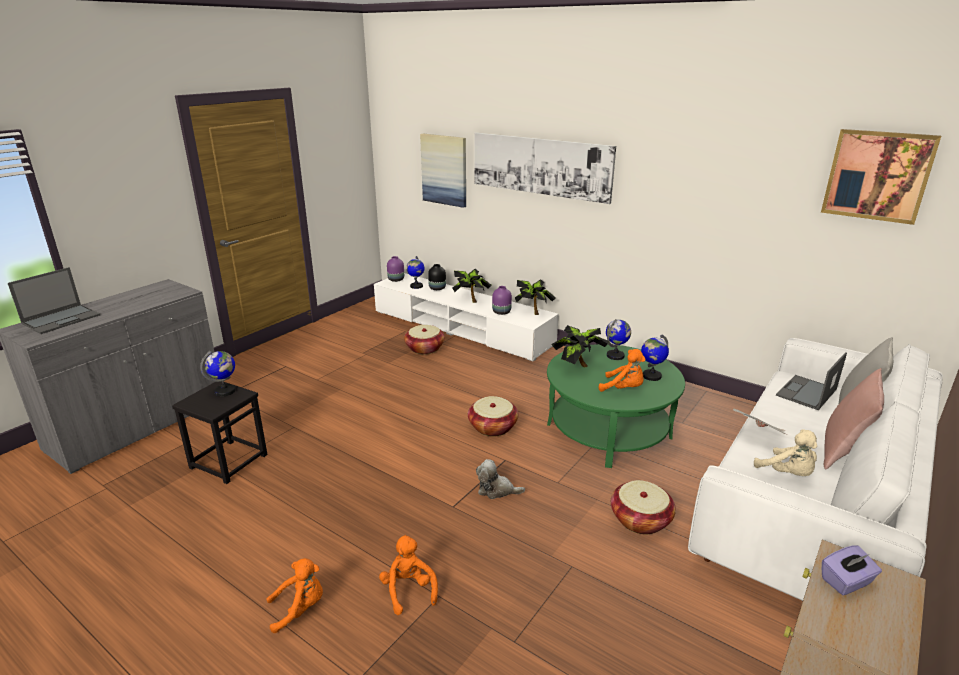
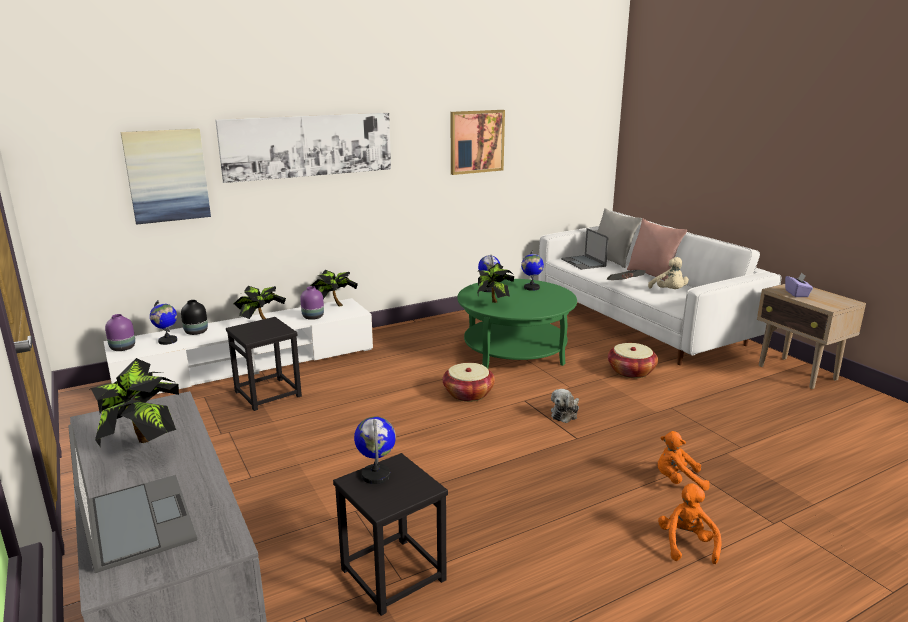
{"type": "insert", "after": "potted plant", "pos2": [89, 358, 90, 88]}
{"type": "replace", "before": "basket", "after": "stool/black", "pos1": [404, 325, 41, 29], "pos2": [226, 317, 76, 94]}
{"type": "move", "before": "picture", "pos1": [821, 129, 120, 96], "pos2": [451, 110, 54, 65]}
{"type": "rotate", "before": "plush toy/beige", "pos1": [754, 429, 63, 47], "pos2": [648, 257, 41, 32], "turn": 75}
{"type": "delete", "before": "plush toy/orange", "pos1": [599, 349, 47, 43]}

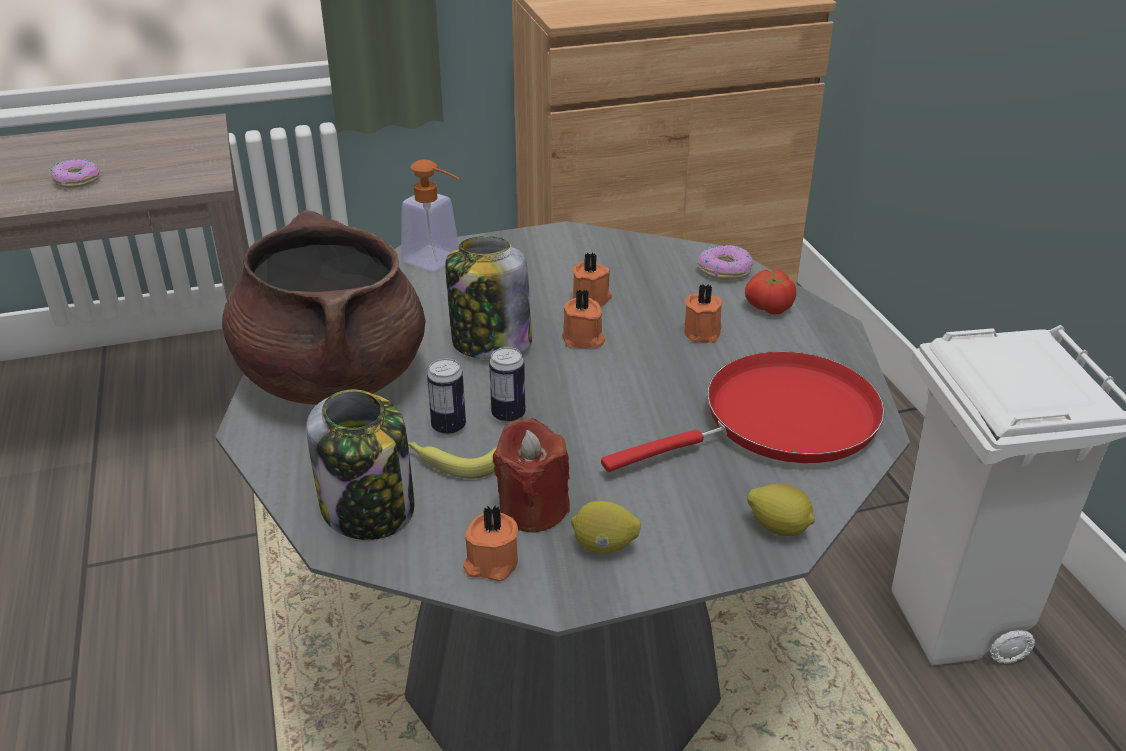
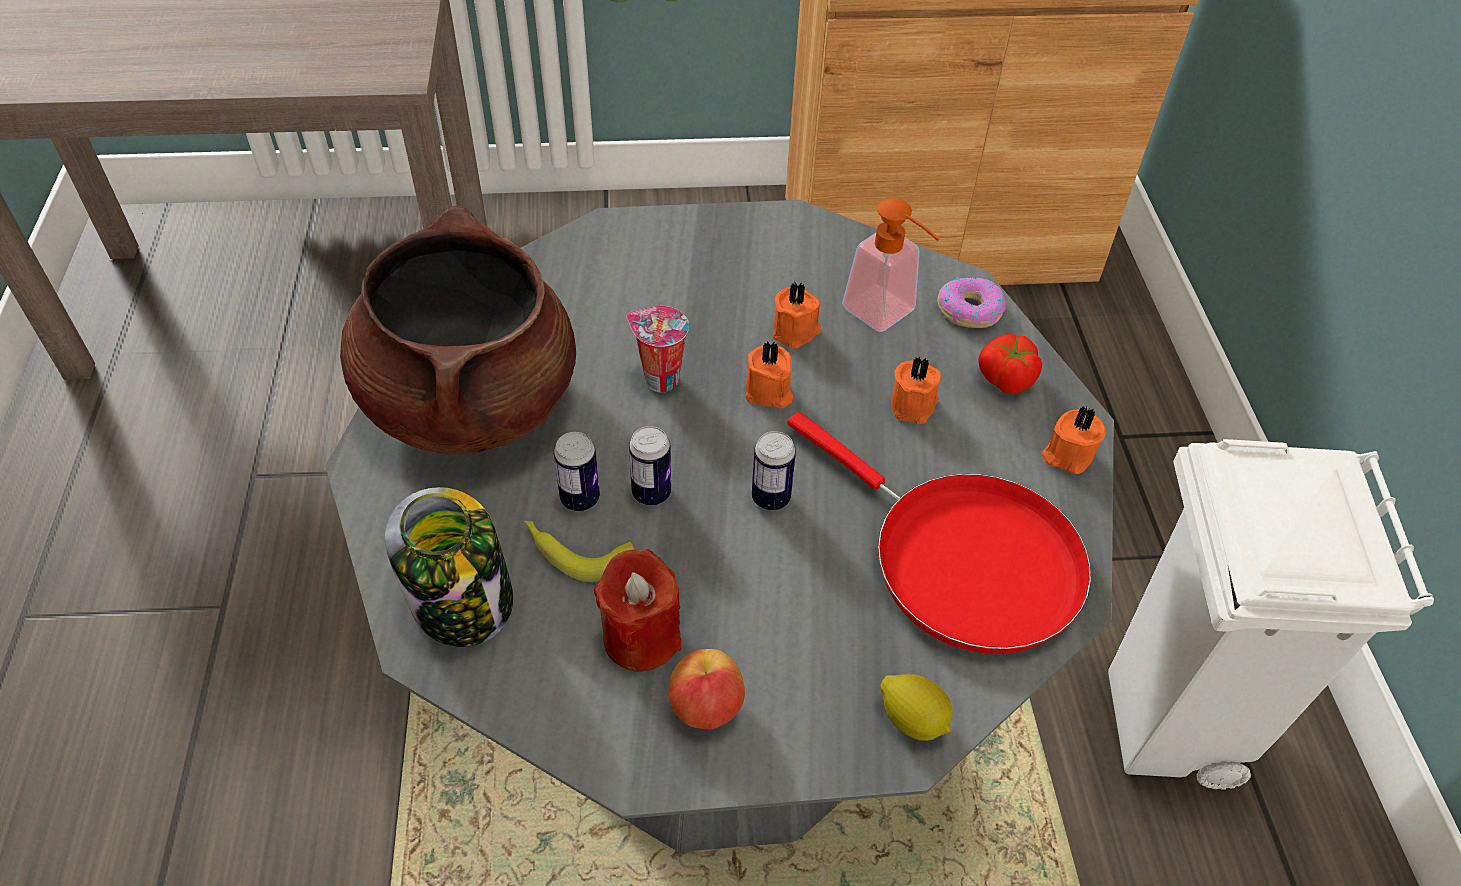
{"type": "replace", "before": "jar", "after": "cup", "pos1": [445, 236, 87, 123], "pos2": [626, 306, 63, 86]}
{"type": "replace", "before": "lemon", "after": "apple", "pos1": [571, 501, 70, 53], "pos2": [668, 649, 77, 80]}
{"type": "insert", "after": "can", "pos2": [752, 431, 44, 79]}
{"type": "rotate", "before": "frying pan/red", "pos1": [601, 351, 284, 121], "pos2": [788, 412, 303, 242], "turn": 60}
{"type": "move", "before": "soap dispenser", "pos1": [401, 159, 59, 112], "pos2": [842, 198, 98, 134]}
{"type": "move", "before": "candle/orange", "pos1": [463, 505, 55, 76], "pos2": [1041, 406, 65, 68]}
{"type": "delete", "before": "donut", "pos1": [51, 159, 49, 29]}

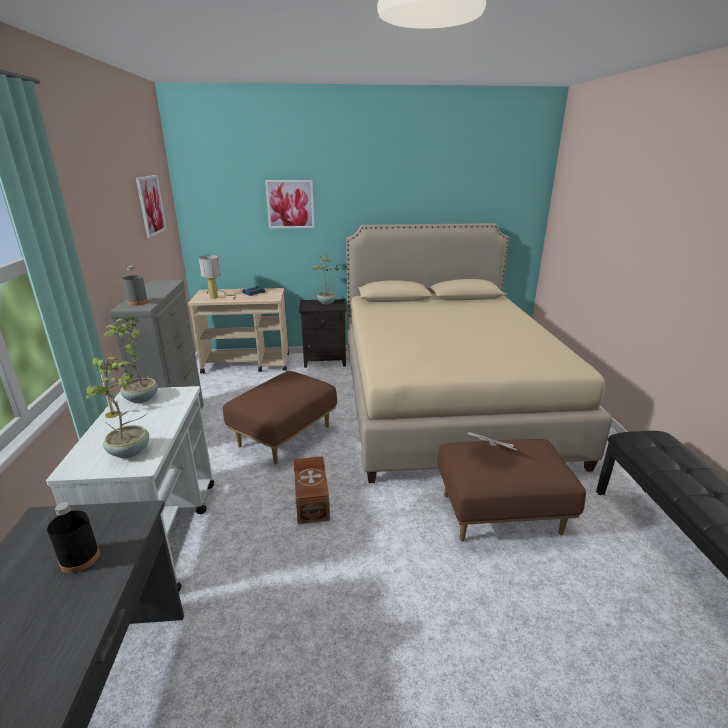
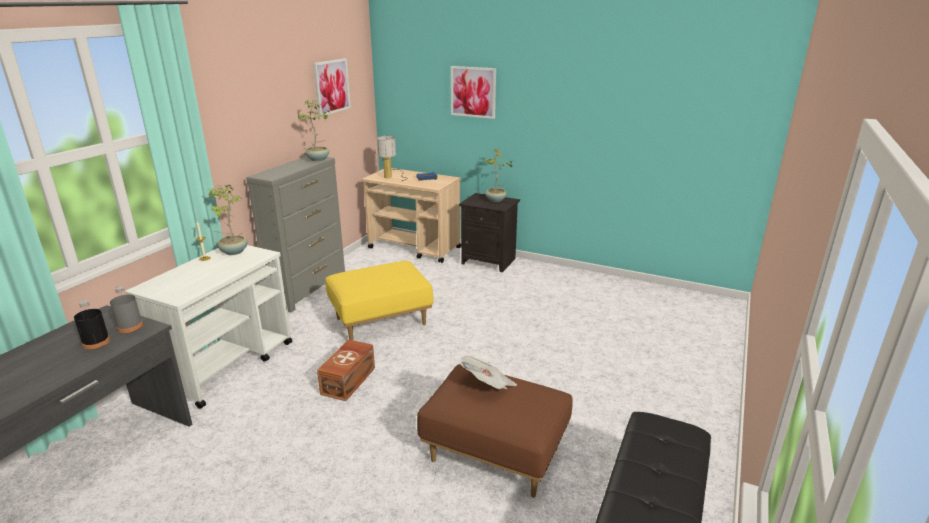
{"type": "move", "before": "bottle/grey", "pos1": [122, 266, 26, 40], "pos2": [110, 286, 33, 47]}
{"type": "move", "before": "potted plant", "pos1": [84, 356, 65, 102], "pos2": [298, 100, 32, 61]}
{"type": "recolor", "before": "ottoman/brown", "after": "ottoman/yellow", "pos1": [223, 371, 114, 94], "pos2": [325, 261, 109, 79]}
{"type": "delete", "before": "bed/beige", "pos1": [346, 223, 266, 260]}

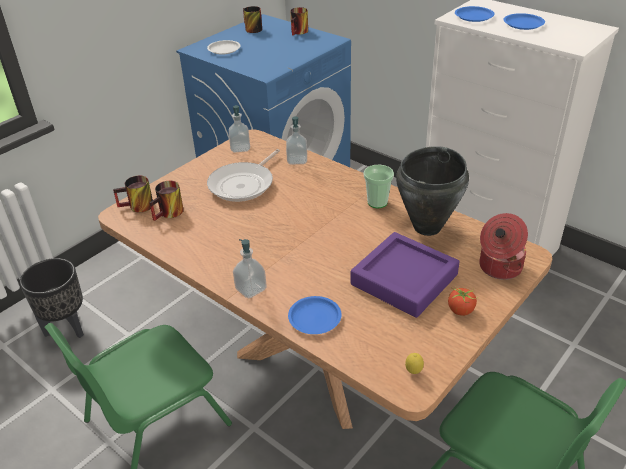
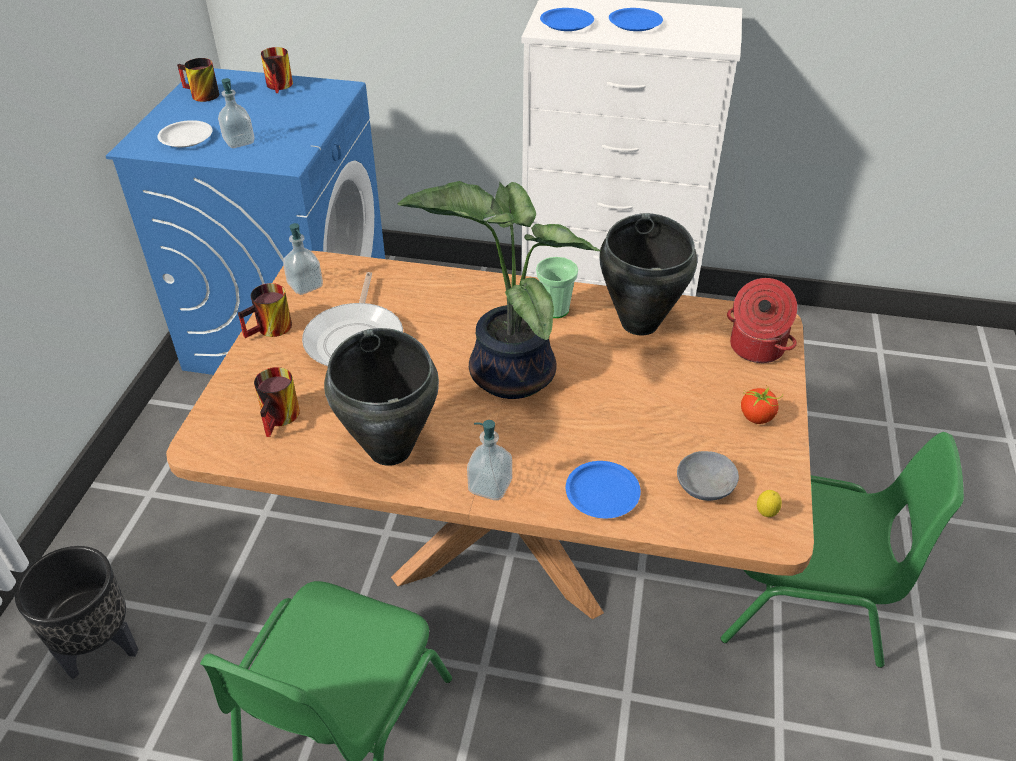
{"type": "move", "before": "soap dispenser", "pos1": [286, 116, 21, 49], "pos2": [218, 78, 36, 70]}
{"type": "move", "before": "mug", "pos1": [113, 176, 40, 36], "pos2": [238, 283, 54, 55]}
{"type": "insert", "after": "cooking pot/black", "pos2": [324, 328, 115, 138]}
{"type": "insert", "after": "potted plant", "pos2": [397, 181, 204, 218]}
{"type": "insert", "after": "bowl/grey", "pos2": [677, 451, 62, 50]}
{"type": "delete", "before": "tray/purple", "pos1": [351, 232, 109, 86]}

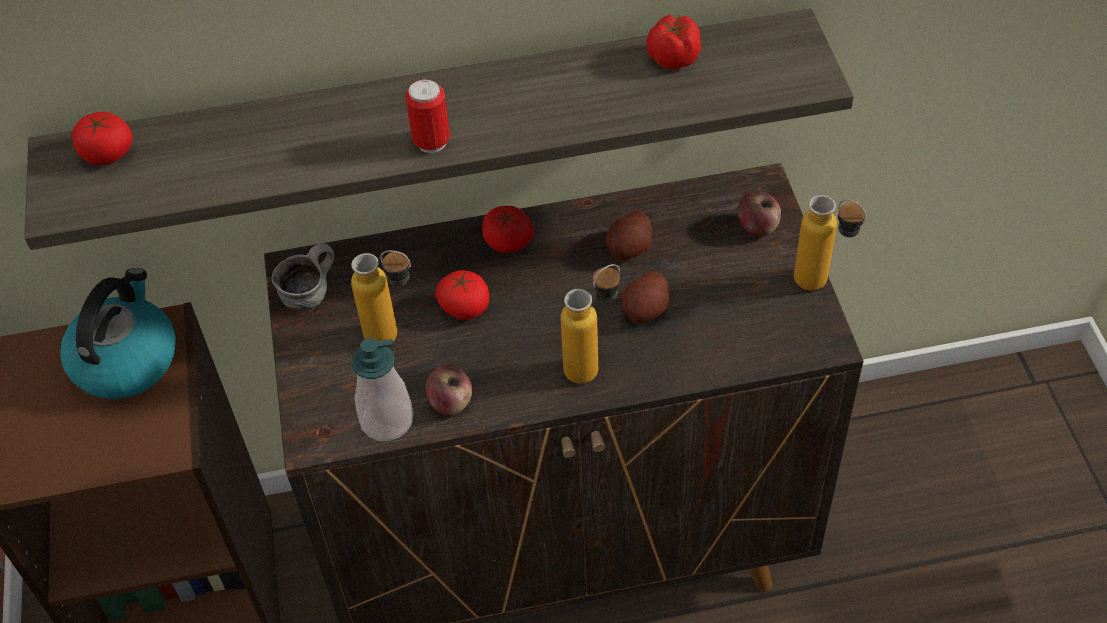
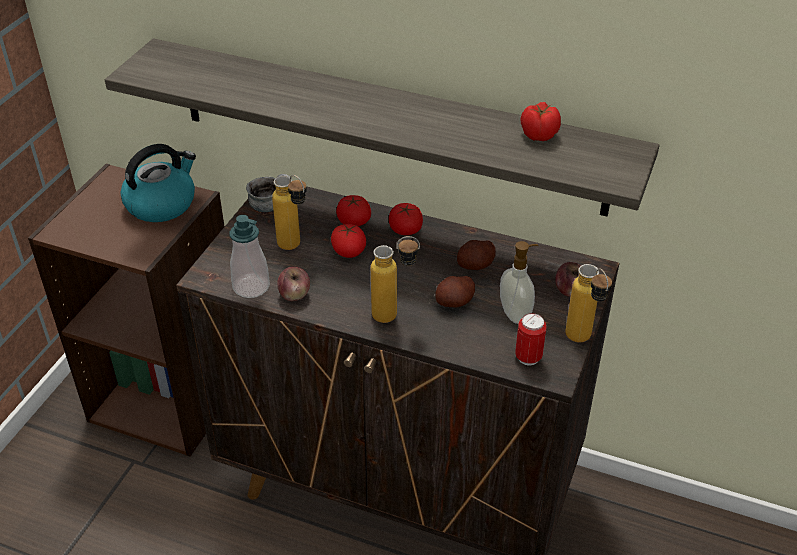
{"type": "move", "before": "tomato", "pos1": [72, 112, 61, 53], "pos2": [336, 195, 35, 31]}
{"type": "insert", "after": "soap dispenser", "pos2": [500, 241, 38, 83]}
{"type": "move", "before": "can", "pos1": [405, 79, 45, 74], "pos2": [515, 313, 32, 52]}

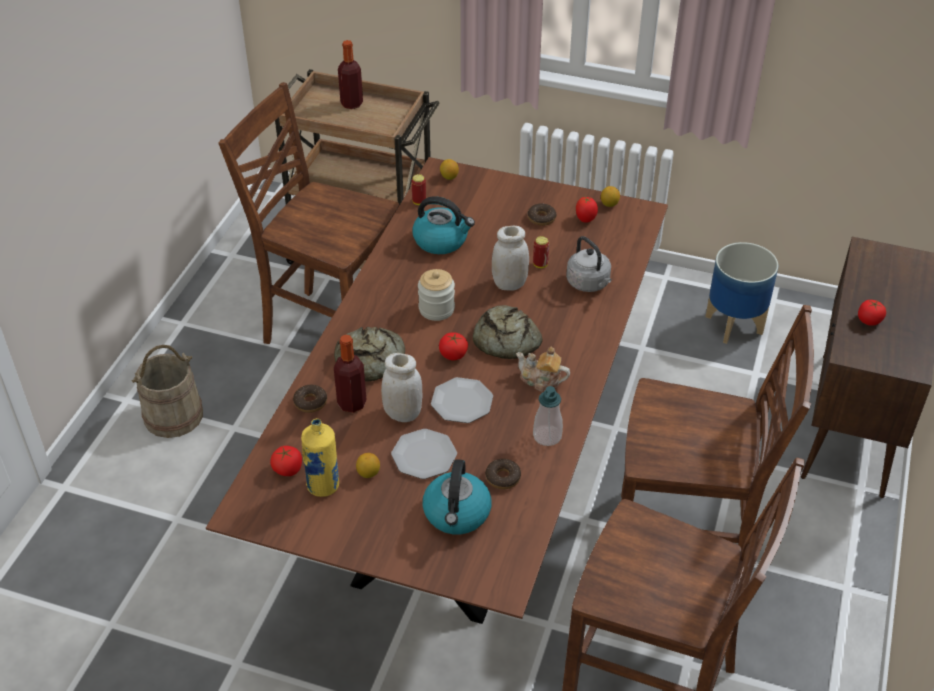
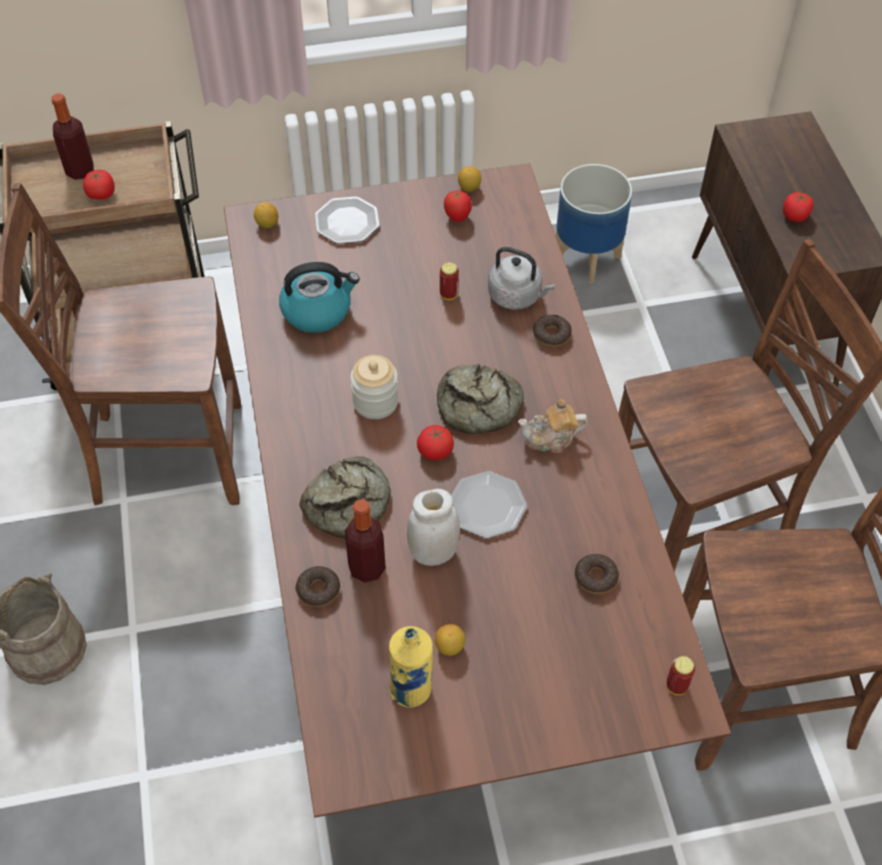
{"type": "move", "before": "tomato", "pos1": [270, 446, 32, 30], "pos2": [83, 170, 32, 30]}
{"type": "move", "before": "plate", "pos1": [391, 429, 66, 50], "pos2": [315, 196, 65, 48]}
{"type": "move", "before": "donut", "pos1": [528, 203, 29, 23], "pos2": [533, 315, 39, 32]}
{"type": "move", "before": "can", "pos1": [411, 174, 15, 31], "pos2": [666, 656, 29, 39]}
{"type": "delete", "before": "kettle", "pos1": [423, 459, 69, 75]}
{"type": "delete", "before": "jar/white", "pos1": [492, 226, 37, 64]}
{"type": "delete", "before": "soap dispenser", "pos1": [533, 386, 30, 60]}

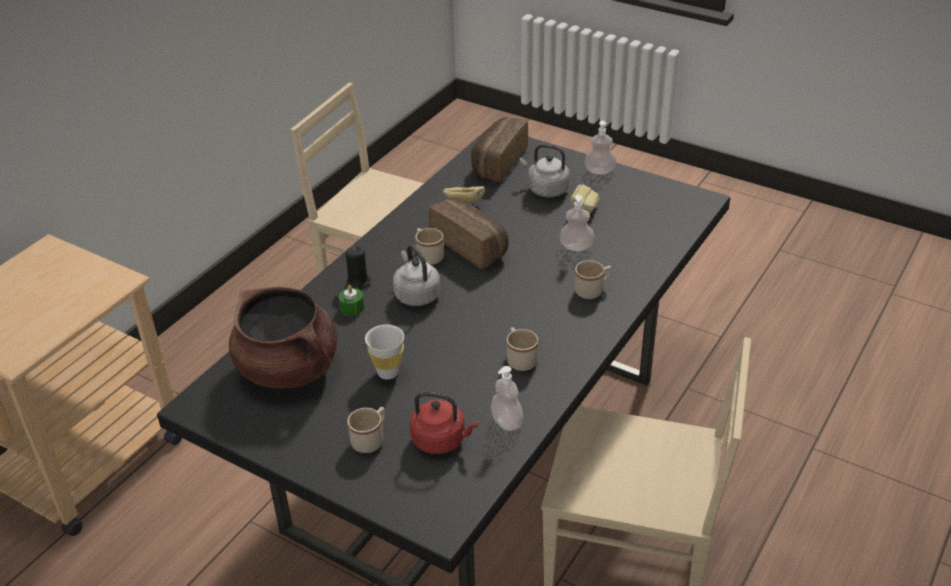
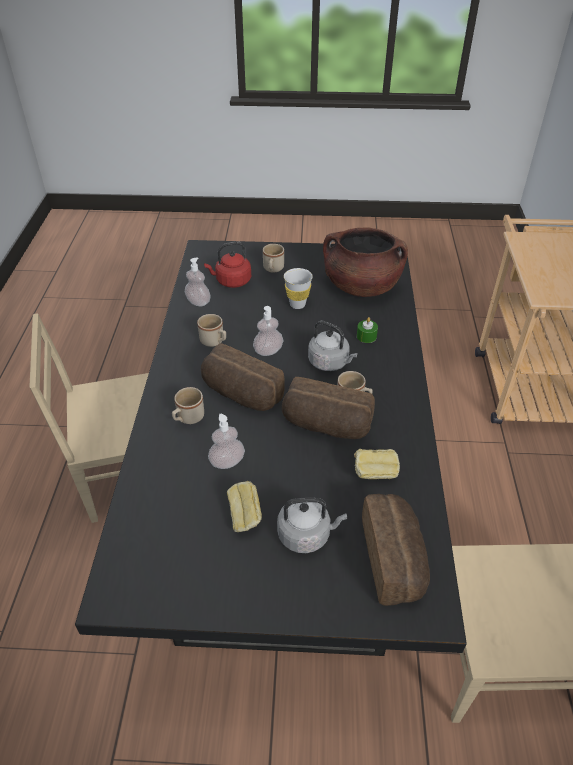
{"type": "insert", "after": "bread", "pos2": [201, 343, 84, 68]}
{"type": "move", "before": "soap dispenser", "pos1": [585, 120, 32, 54], "pos2": [253, 306, 31, 50]}
{"type": "delete", "before": "candle/black", "pos1": [345, 246, 26, 44]}

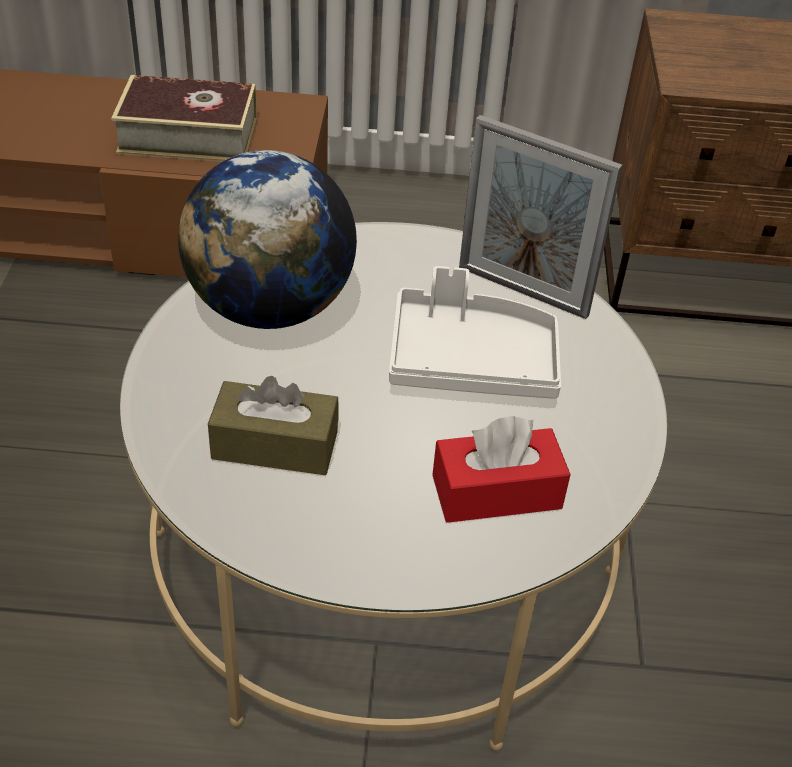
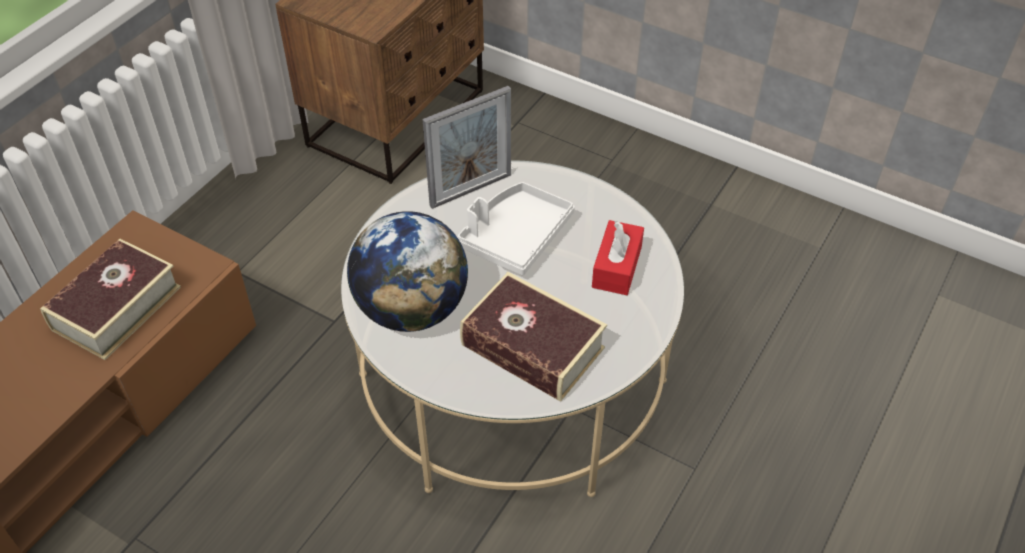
{"type": "replace", "before": "tissue box/brown", "after": "book", "pos1": [208, 376, 131, 99], "pos2": [460, 272, 147, 130]}

